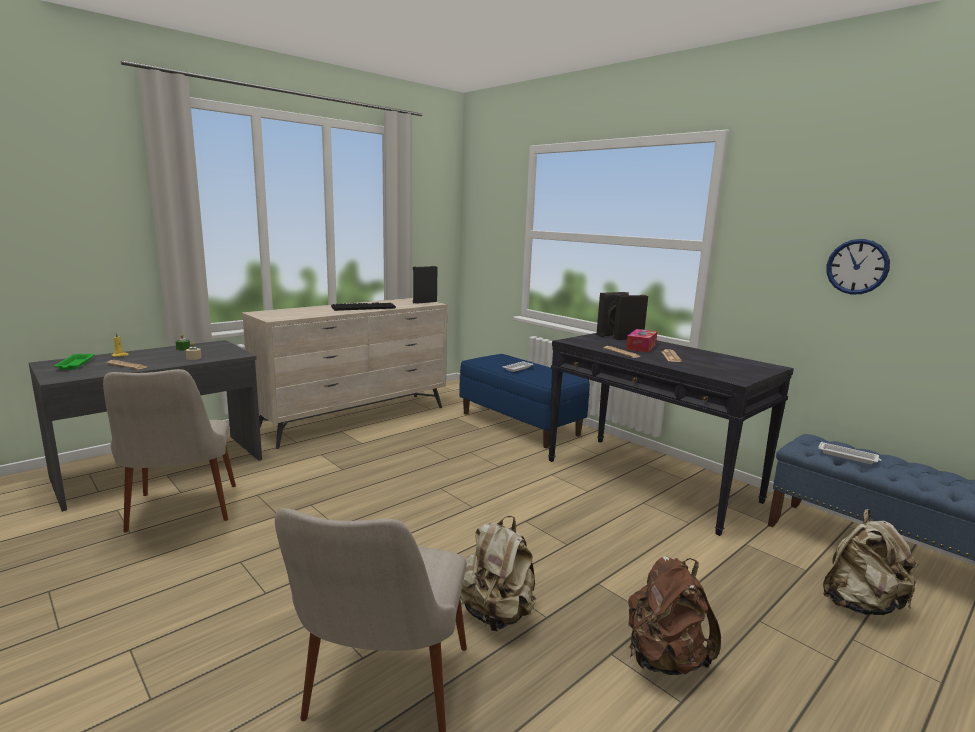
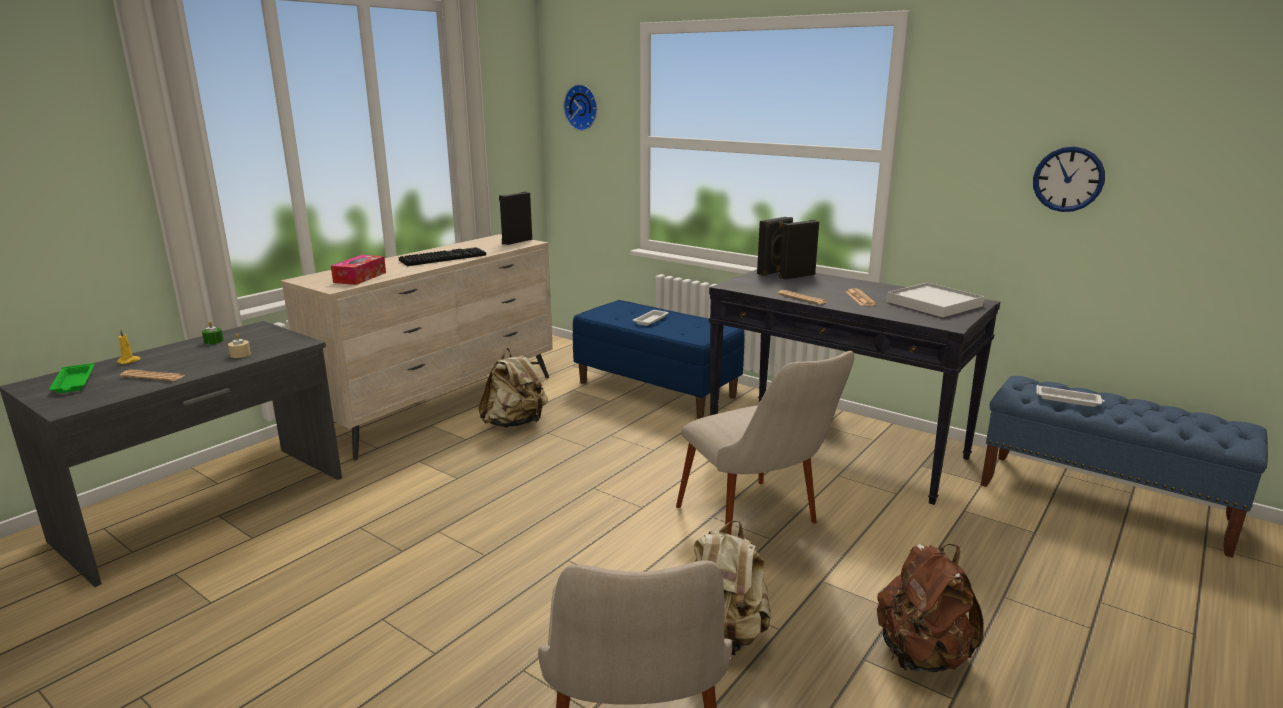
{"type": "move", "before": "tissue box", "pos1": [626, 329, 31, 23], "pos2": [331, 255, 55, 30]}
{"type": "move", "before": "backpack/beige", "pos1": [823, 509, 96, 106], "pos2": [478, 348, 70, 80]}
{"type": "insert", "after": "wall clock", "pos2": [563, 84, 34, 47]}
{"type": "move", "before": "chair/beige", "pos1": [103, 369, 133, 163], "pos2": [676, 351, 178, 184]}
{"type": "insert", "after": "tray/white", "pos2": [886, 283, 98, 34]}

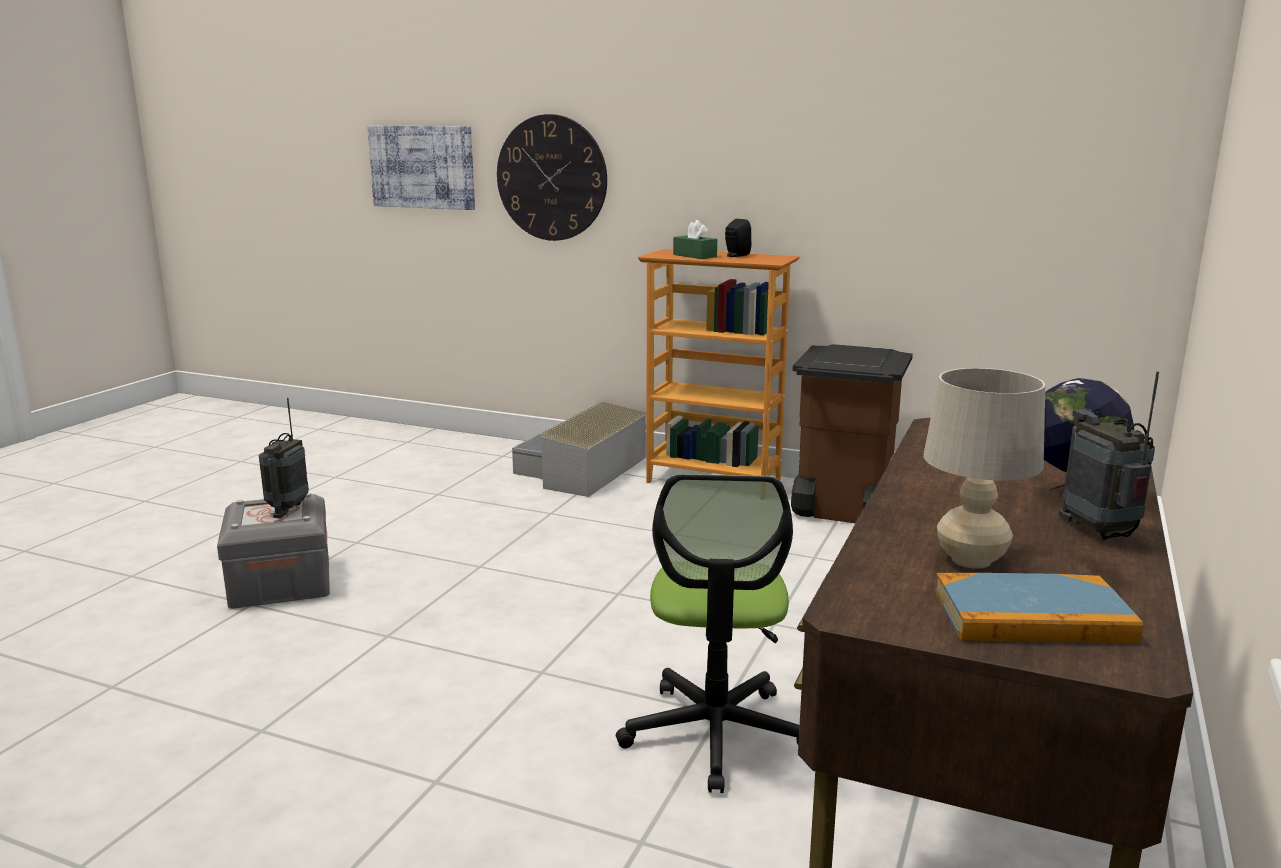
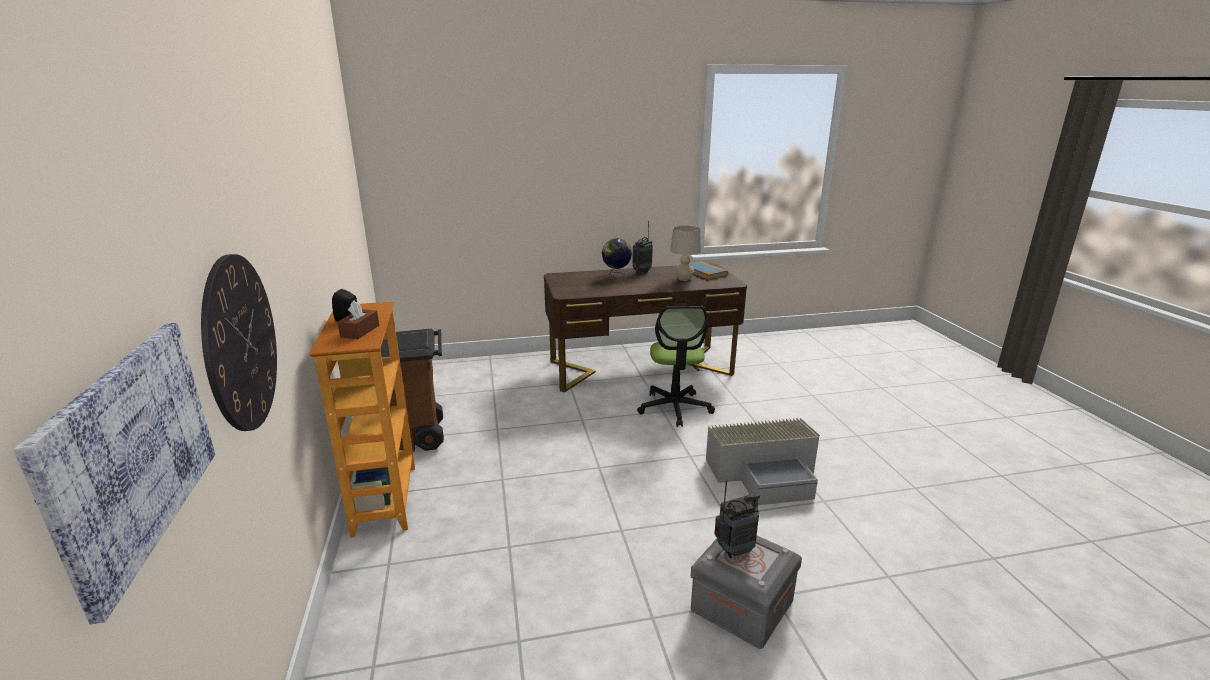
{"type": "recolor", "before": "tissue box/green", "after": "tissue box/brown", "pos1": [673, 220, 44, 39], "pos2": [337, 301, 42, 38]}
{"type": "rotate", "before": "office chair", "pos1": [616, 474, 183, 319], "pos2": [637, 306, 78, 121], "turn": 120}
{"type": "move", "before": "storage box/grey", "pos1": [512, 401, 134, 96], "pos2": [706, 418, 114, 87]}

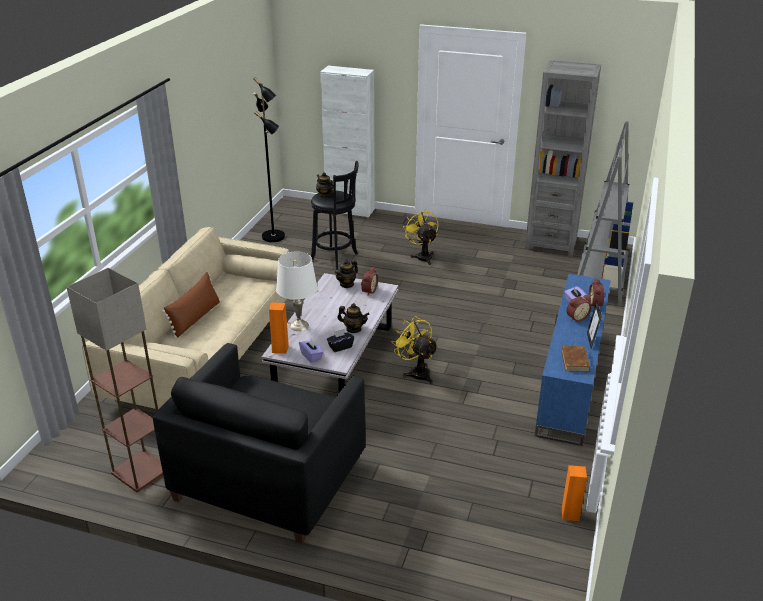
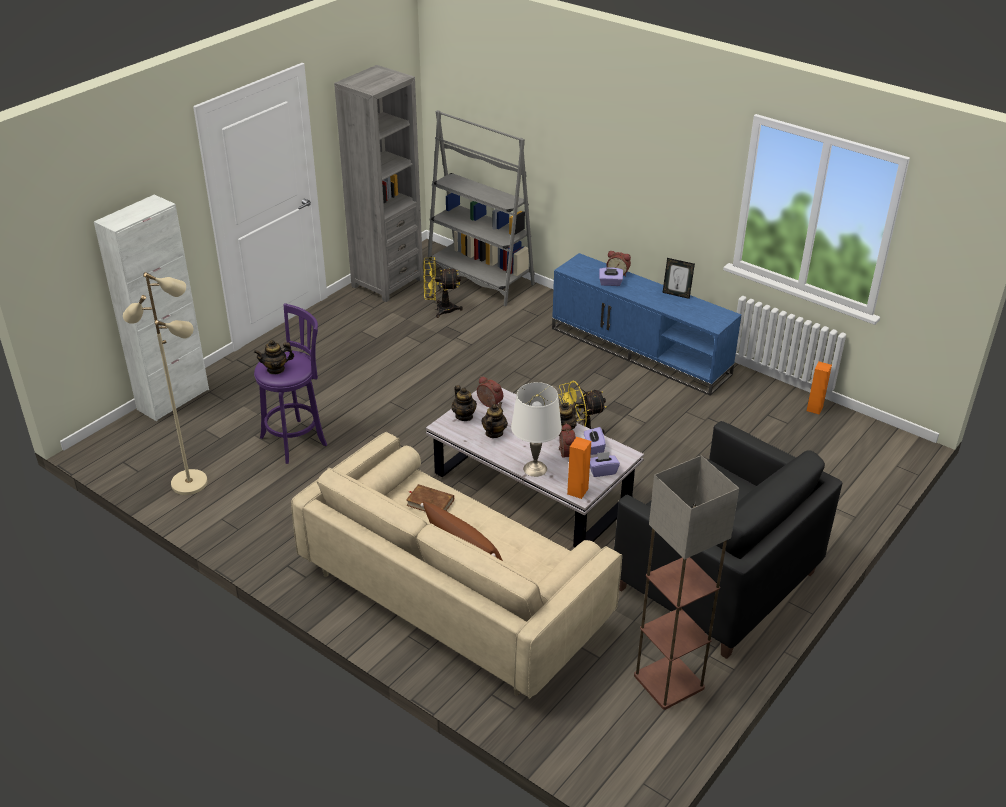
{"type": "recolor", "before": "floor lamp/black", "after": "floor lamp/beige", "pos1": [253, 77, 32, 165], "pos2": [123, 272, 85, 223]}
{"type": "recolor", "before": "stool/black", "after": "stool/purple", "pos1": [311, 161, 48, 109], "pos2": [254, 304, 73, 160]}
{"type": "move", "before": "book/brown", "pos1": [561, 346, 29, 26], "pos2": [406, 484, 48, 27]}
{"type": "move", "before": "fan/yellow", "pos1": [403, 209, 35, 56], "pos2": [423, 257, 40, 61]}
{"type": "insert", "after": "teapot", "pos2": [481, 402, 27, 36]}
{"type": "move", "before": "alarm clock", "pos1": [566, 295, 25, 27], "pos2": [559, 423, 17, 34]}
{"type": "recolor", "before": "tissue box/black", "after": "tissue box/purple", "pos1": [327, 329, 27, 23], "pos2": [584, 427, 22, 28]}

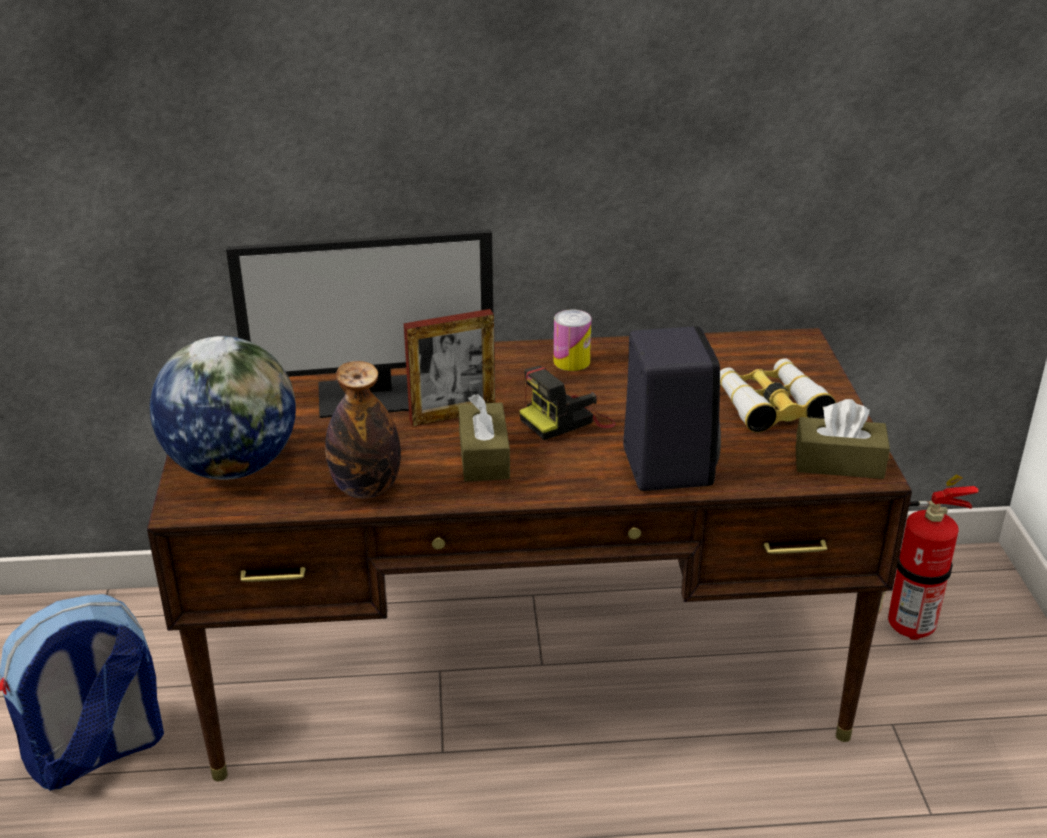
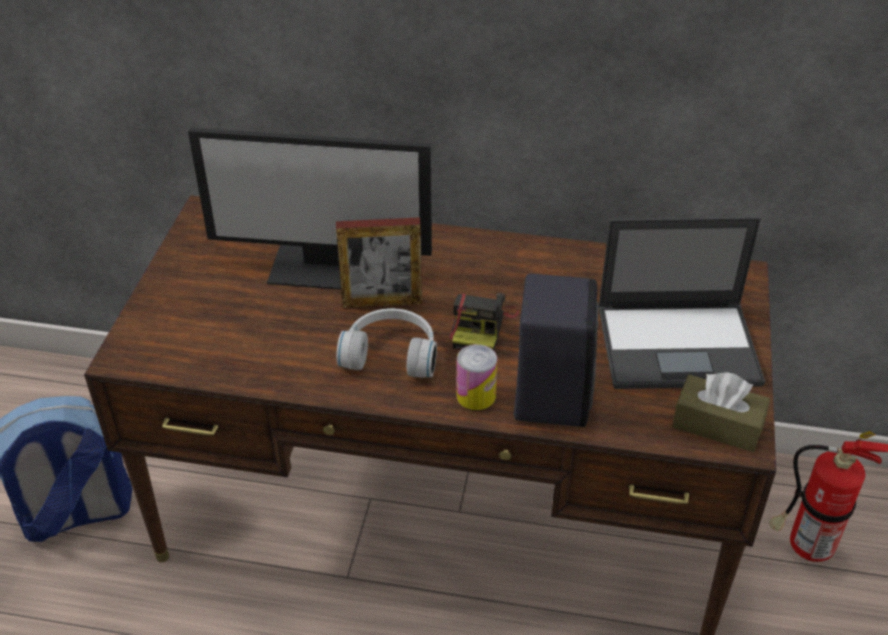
{"type": "replace", "before": "tissue box/brown", "after": "headphones/white", "pos1": [458, 394, 52, 88], "pos2": [336, 308, 101, 69]}
{"type": "rotate", "before": "photo camera", "pos1": [519, 366, 97, 74], "pos2": [449, 293, 70, 57], "turn": -60}
{"type": "move", "before": "can", "pos1": [554, 310, 37, 61], "pos2": [456, 344, 41, 66]}
{"type": "replace", "before": "binoculars", "after": "laptop", "pos1": [720, 358, 116, 74], "pos2": [598, 217, 167, 172]}
{"type": "delete", "before": "globe", "pos1": [150, 336, 146, 144]}
{"type": "delete", "before": "bottle", "pos1": [325, 361, 76, 137]}

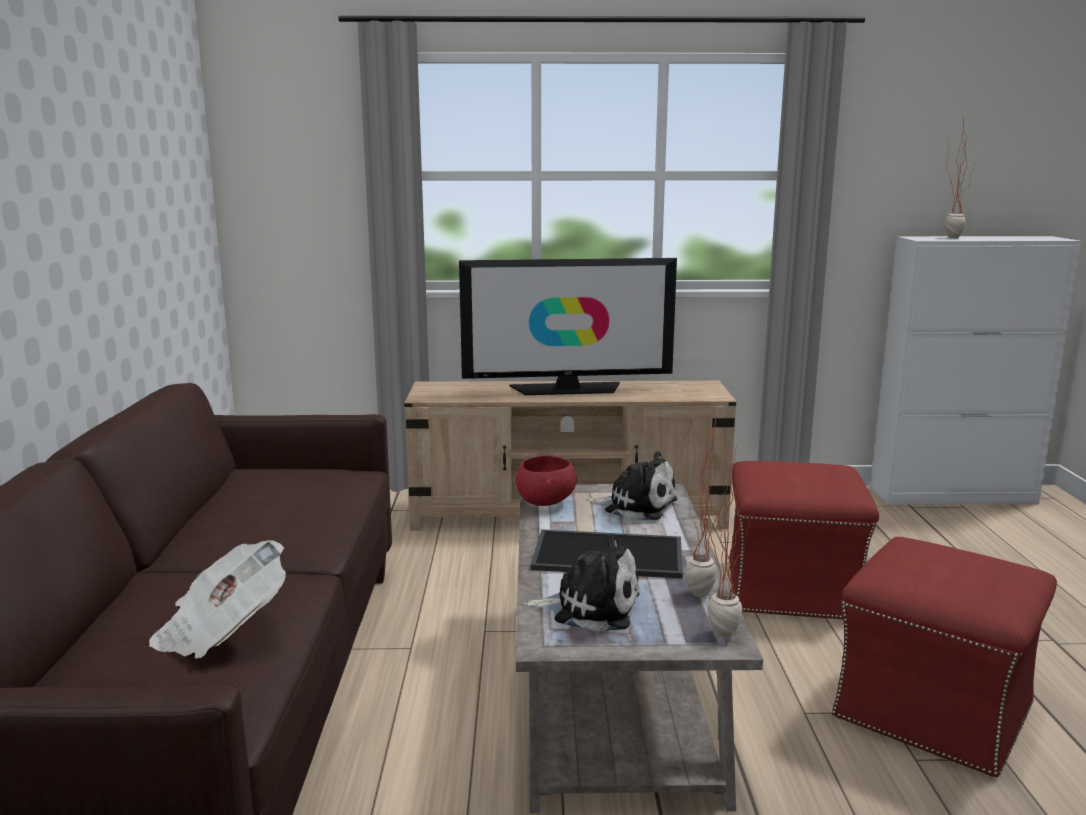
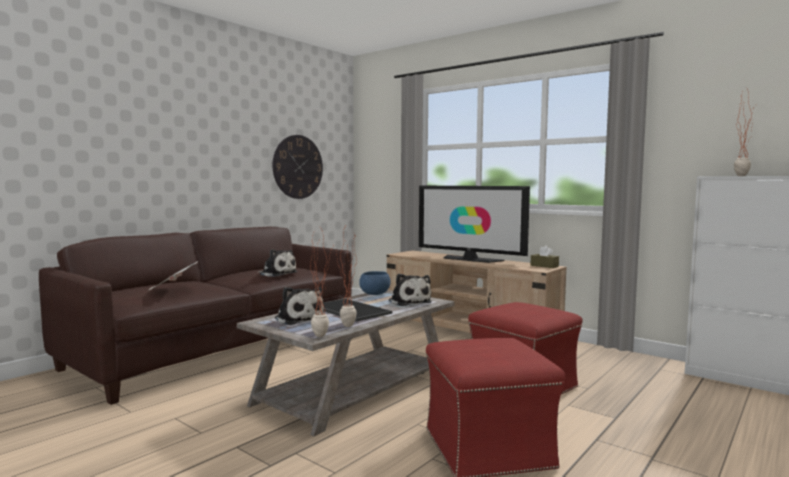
{"type": "insert", "after": "plush toy", "pos2": [258, 249, 39, 28]}
{"type": "insert", "after": "wall clock", "pos2": [273, 135, 50, 64]}
{"type": "recolor", "before": "bowl/red", "after": "bowl/blue", "pos1": [516, 456, 61, 50], "pos2": [359, 271, 32, 24]}
{"type": "insert", "after": "tissue box/brown", "pos2": [531, 245, 28, 23]}

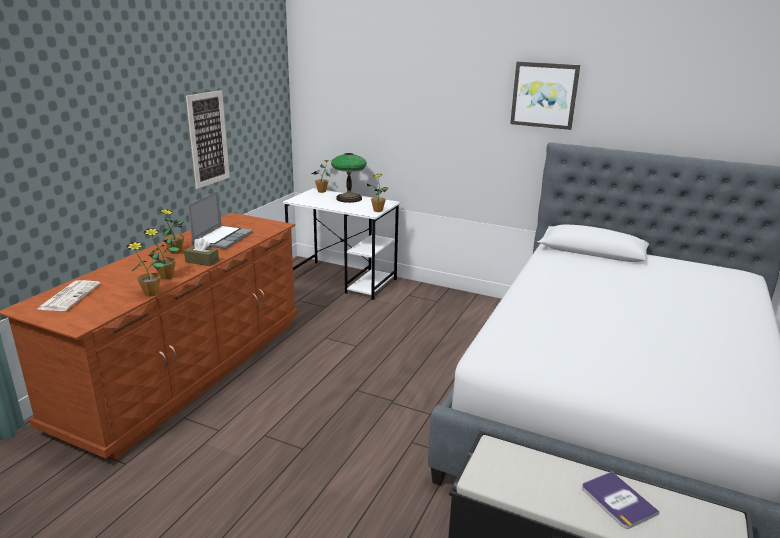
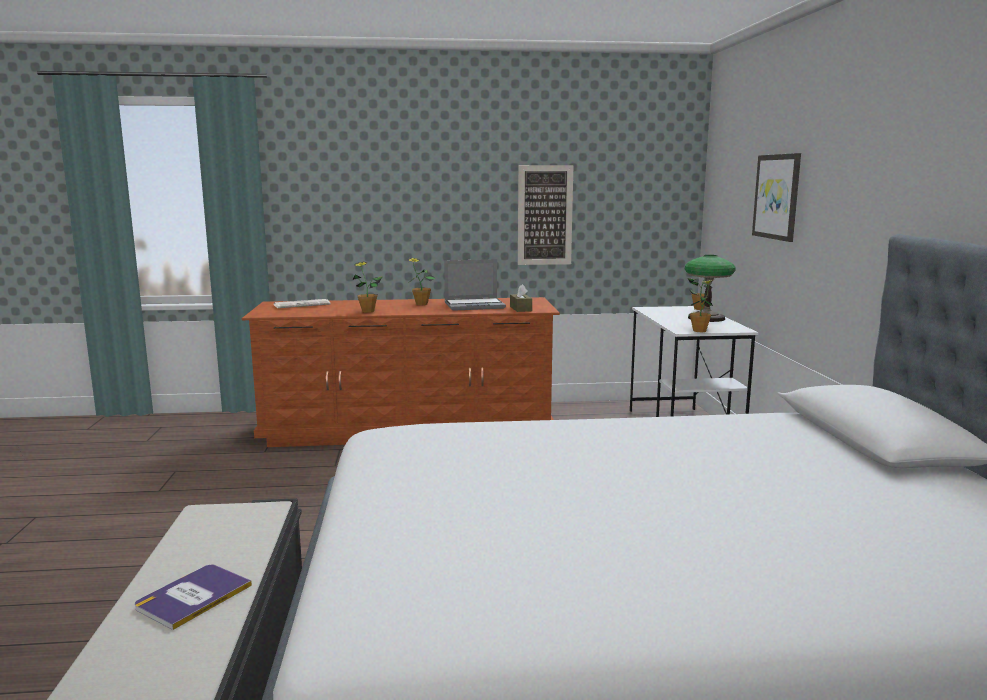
{"type": "move", "before": "tissue box/brown", "pos1": [184, 238, 35, 28], "pos2": [510, 284, 22, 28]}
{"type": "move", "before": "picture", "pos1": [510, 62, 70, 68], "pos2": [752, 153, 49, 89]}
{"type": "delete", "before": "potted plant", "pos1": [126, 242, 39, 55]}

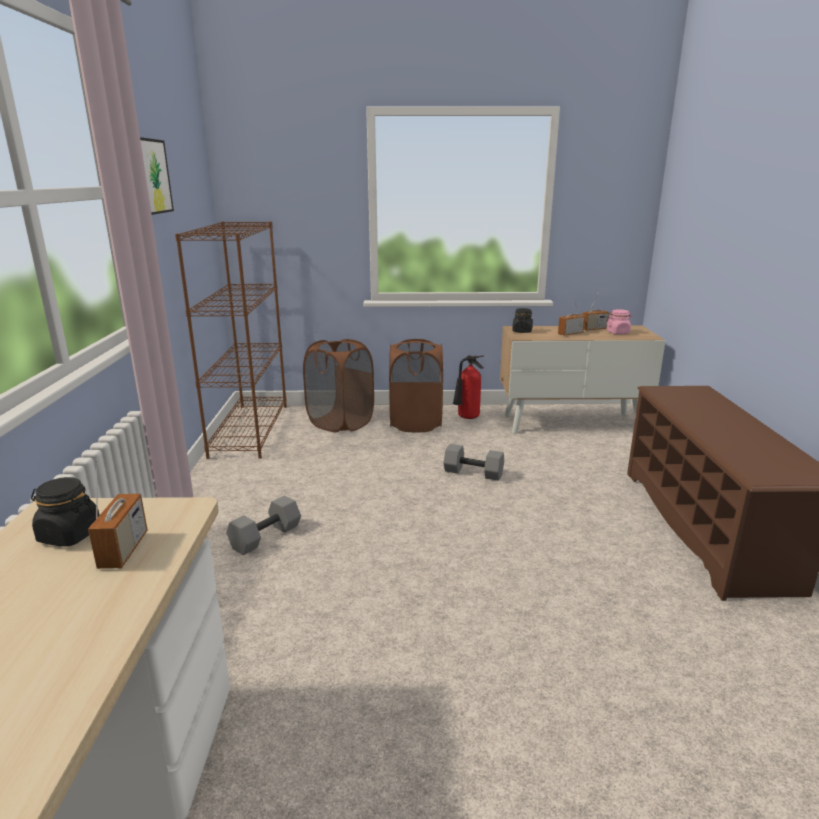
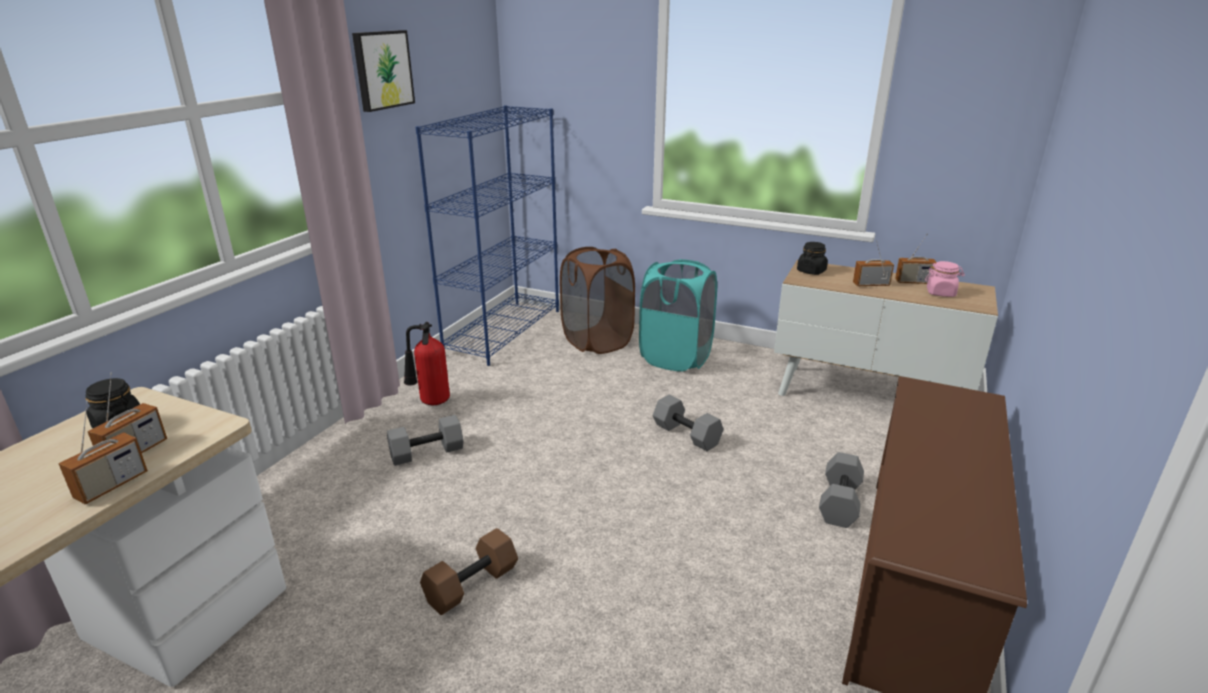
{"type": "insert", "after": "radio", "pos2": [58, 400, 90, 104]}
{"type": "move", "before": "fire extinguisher", "pos1": [453, 355, 31, 64], "pos2": [404, 322, 46, 83]}
{"type": "recolor", "before": "bookcase/brown", "after": "bookcase/blue", "pos1": [175, 221, 112, 238], "pos2": [415, 105, 144, 261]}
{"type": "insert", "after": "dumbbell/brown", "pos2": [420, 528, 98, 87]}
{"type": "recolor", "before": "laundry basket/brown", "after": "laundry basket/turquoise", "pos1": [389, 339, 54, 93], "pos2": [639, 259, 78, 113]}
{"type": "insert", "after": "dumbbell/grey", "pos2": [819, 452, 45, 76]}

